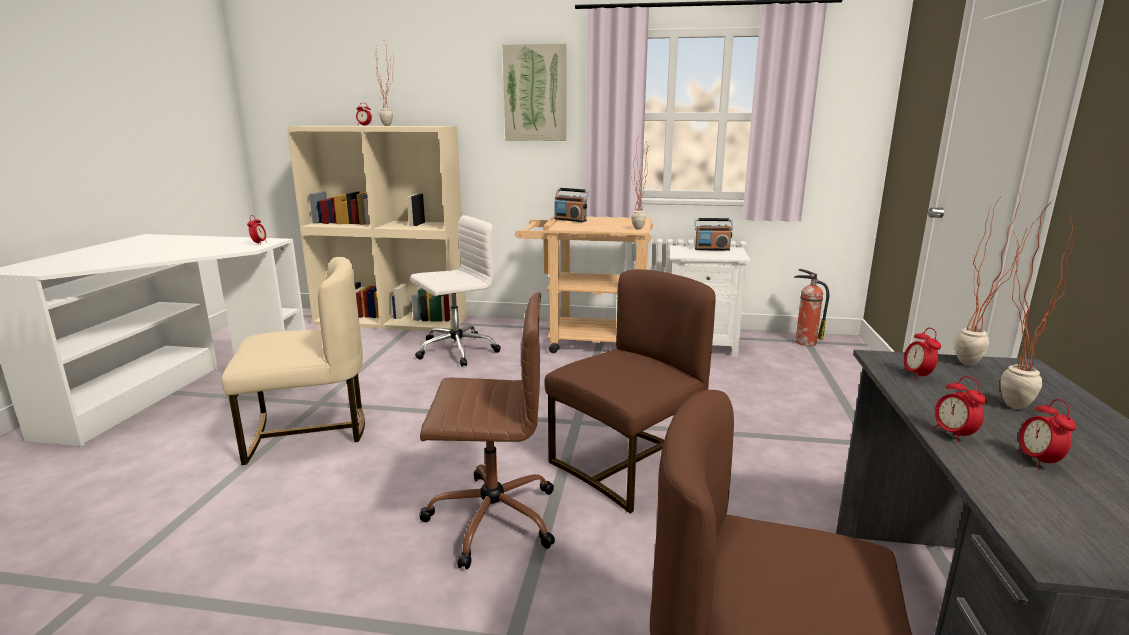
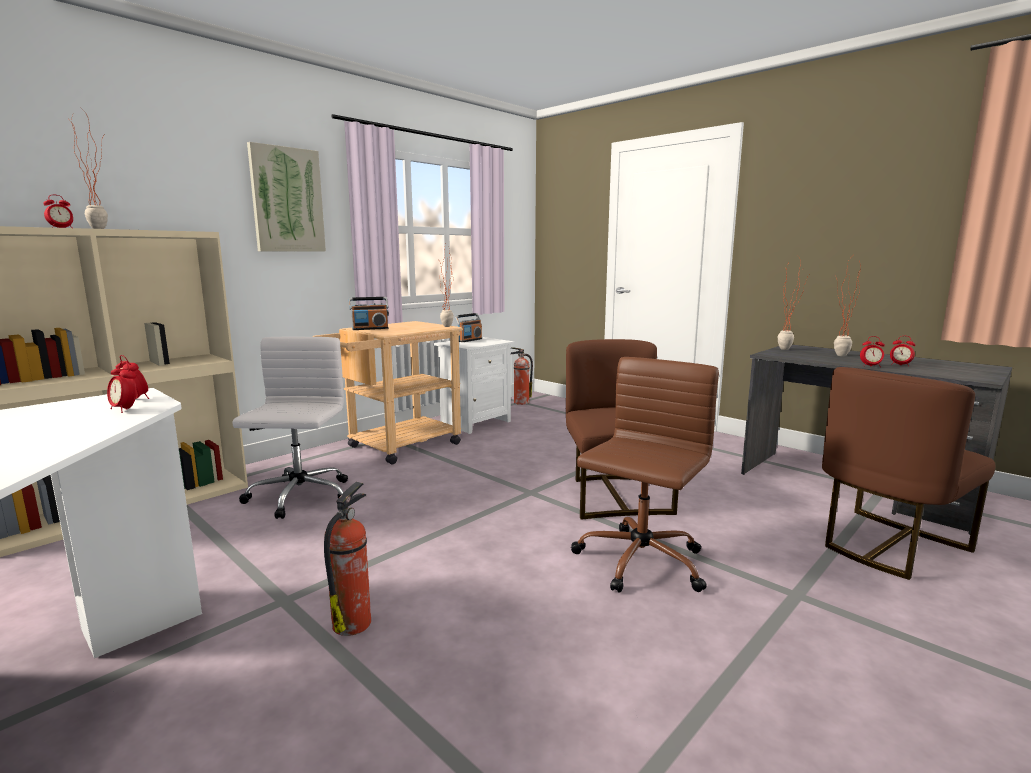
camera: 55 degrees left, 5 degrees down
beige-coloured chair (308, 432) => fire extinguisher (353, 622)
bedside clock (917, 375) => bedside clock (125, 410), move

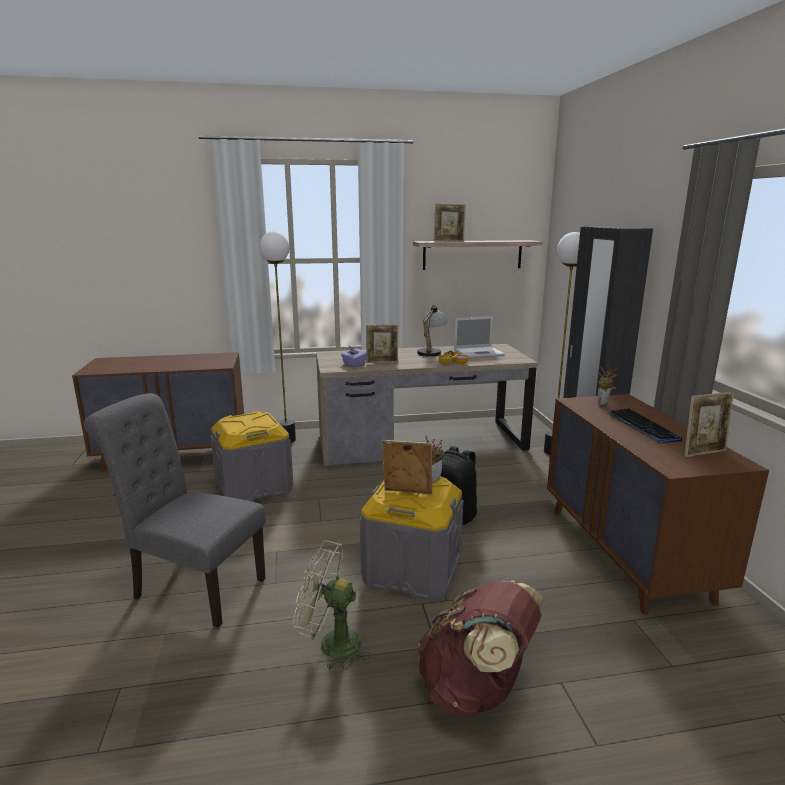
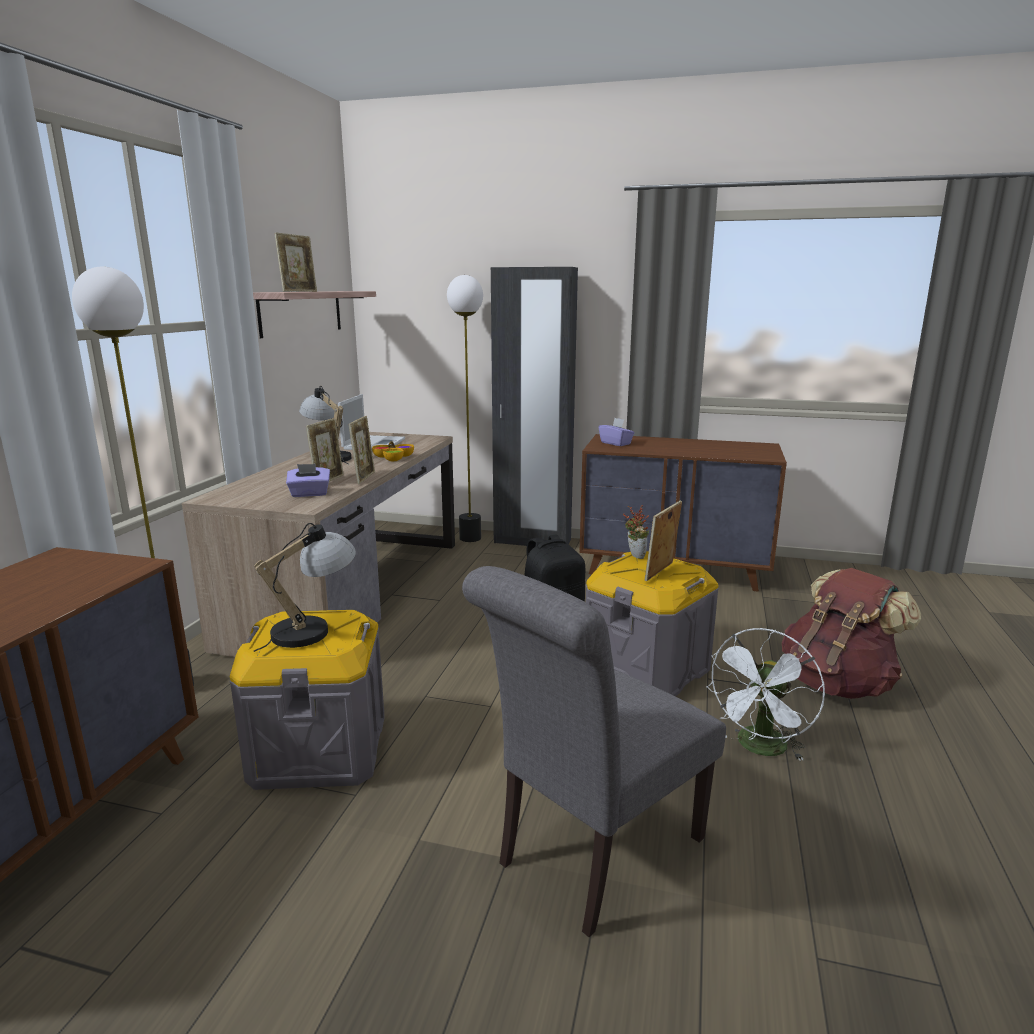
camera: 65 degrees left, 0 degrees up
plant in a pot (603, 404) => purplish tissue box (616, 443)
photo frame (703, 452) => photo frame (364, 478), move
PC keyboard (642, 427) => nothing
green-coloured cooling fan (331, 644) => white cooling fan (760, 749)
nothing => tabletop lamp (314, 628)

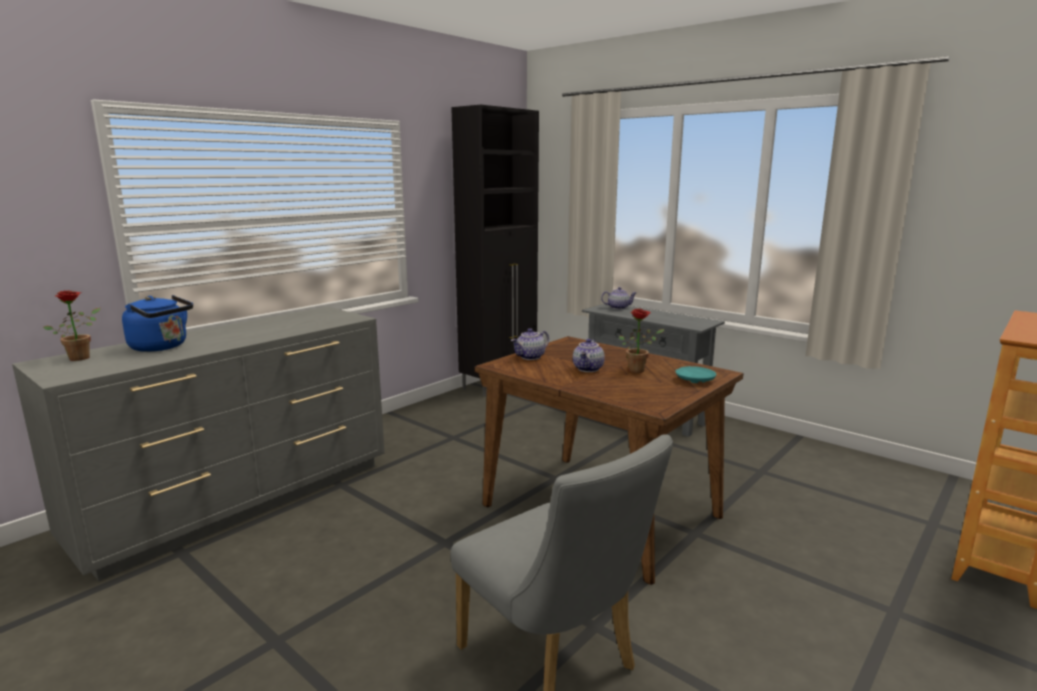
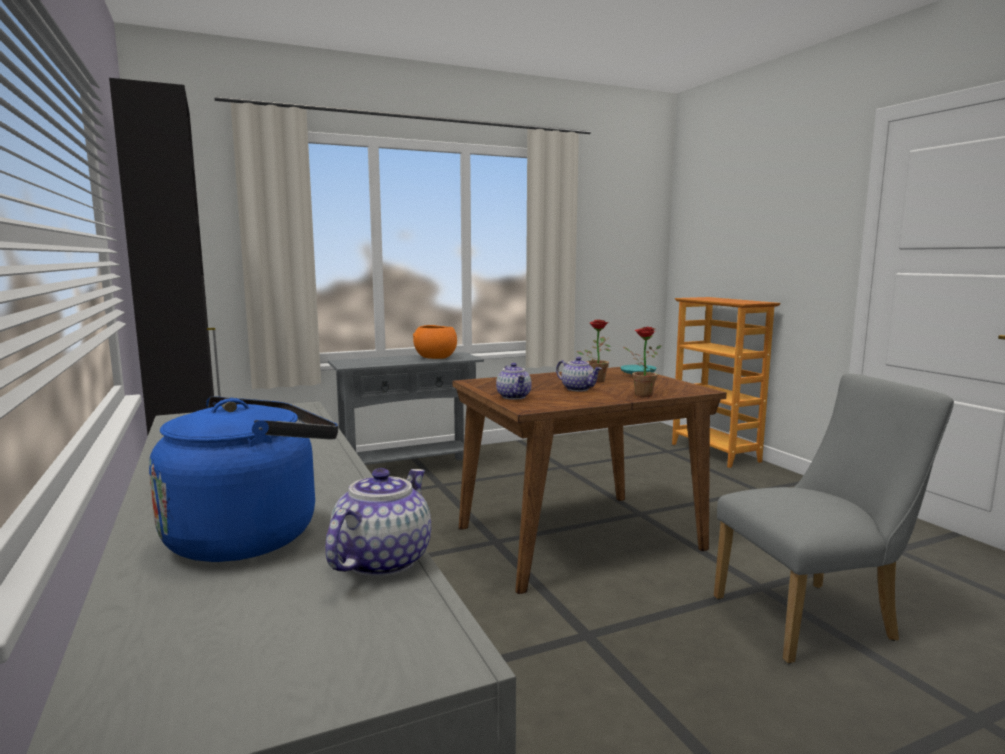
camera: 65 degrees left, 5 degrees down
pot for tea (618, 307) => pot for tea (381, 560), move
plant in a pot (82, 357) => plant in a pot (639, 394), move
nothing => orange deep dish (434, 358)

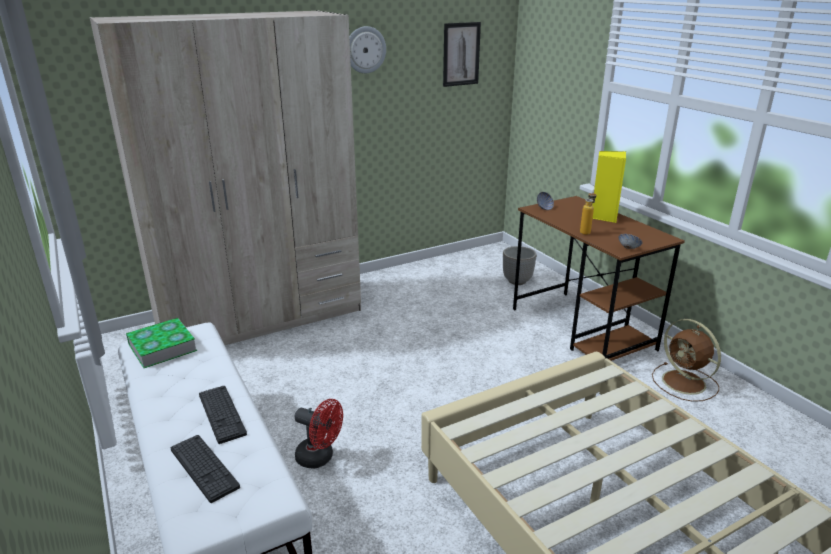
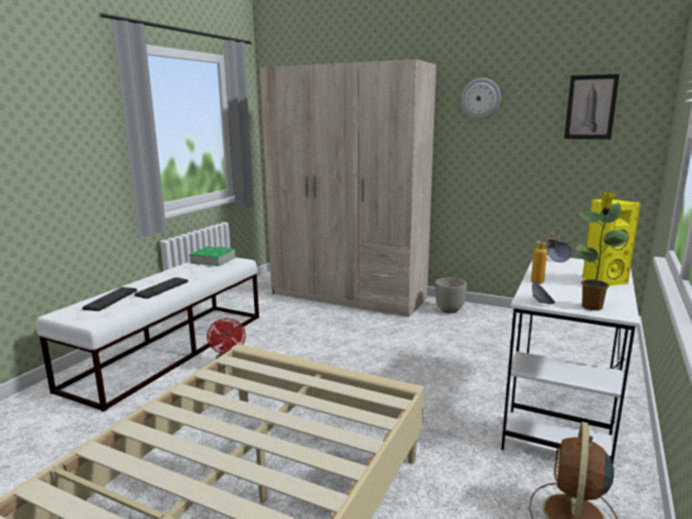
camera: 55 degrees right, 10 degrees down
brown desk table (582, 329) => white desk table (560, 415)
plant pot (517, 281) => plant pot (450, 310), move
nothing => plant in a pot (592, 307)

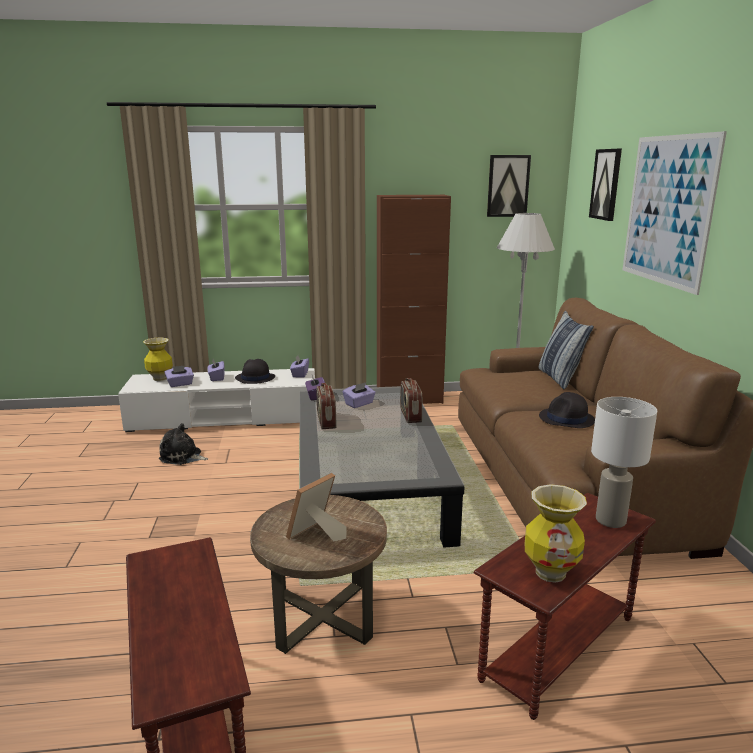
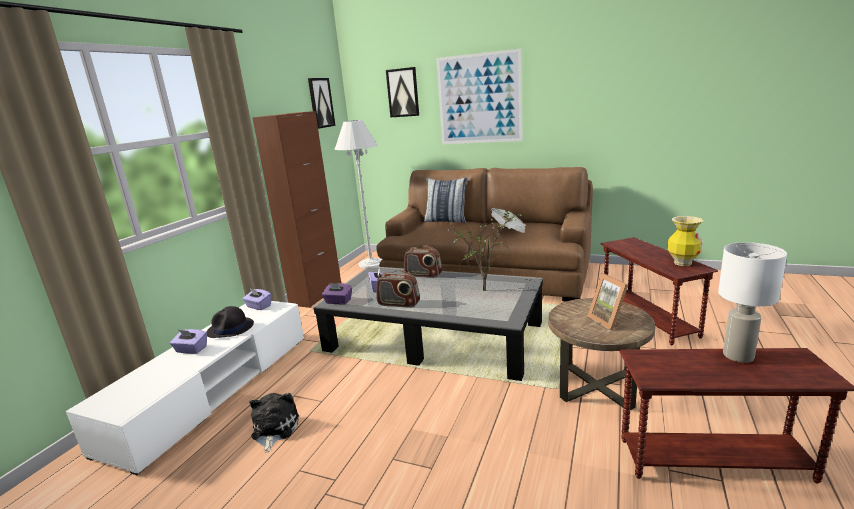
camera: 60 degrees left, 0 degrees up
vase (160, 378) => nothing
purplish tissue box (180, 384) => nothing
blackish wearable hat (566, 419) => newspaper (509, 229)
white tabletop lamp (609, 520) => white tabletop lamp (738, 356), move
soft toy (182, 457) => soft toy (274, 429), 135 degrees clockwise
nothing => plant in a pot (487, 289)

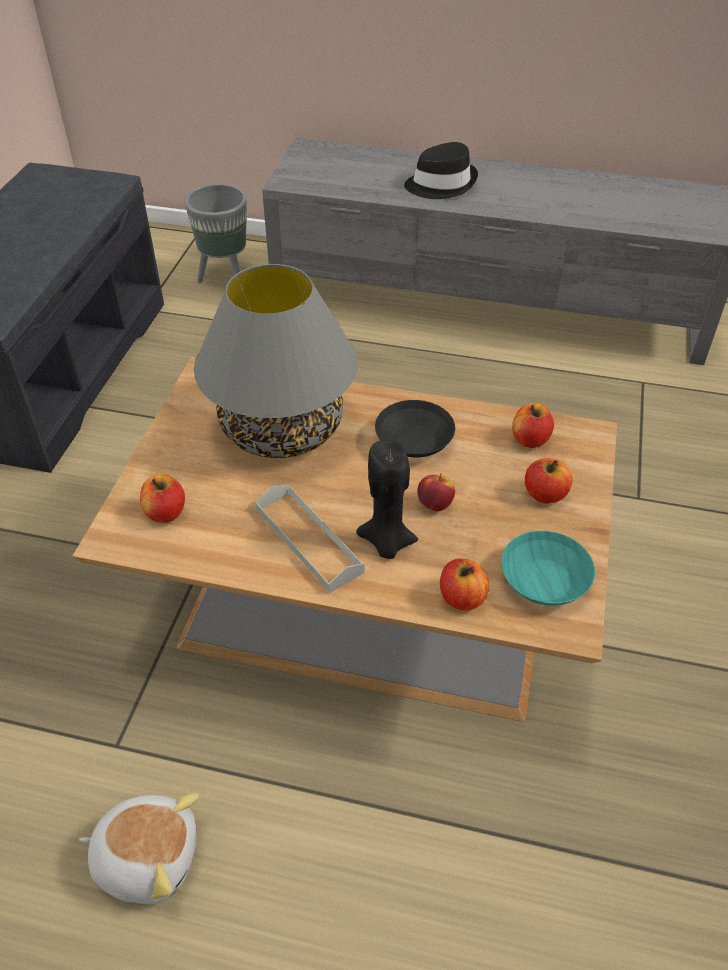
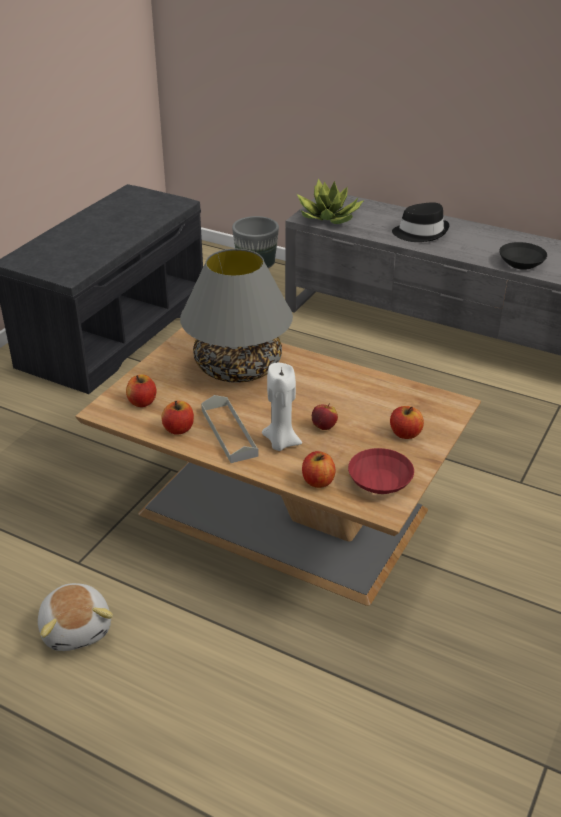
camera: 15 degrees right, 10 degrees down
blackish deep dish (413, 442) => blackish deep dish (520, 264), move
apple fruit (530, 439) => apple fruit (179, 429), move
blackish wax light (386, 543) => white wax light (281, 443)
turquoise-coloured deep dish (543, 579) => reddish deep dish (379, 480)
soft toy (148, 856) => soft toy (77, 628), 45 degrees clockwise
nothing => plant in a pot (328, 218)

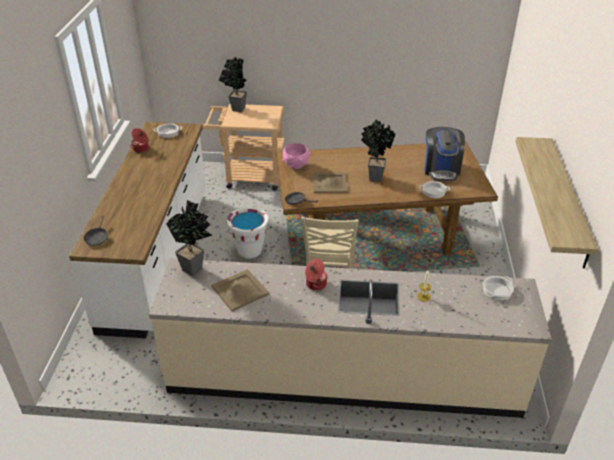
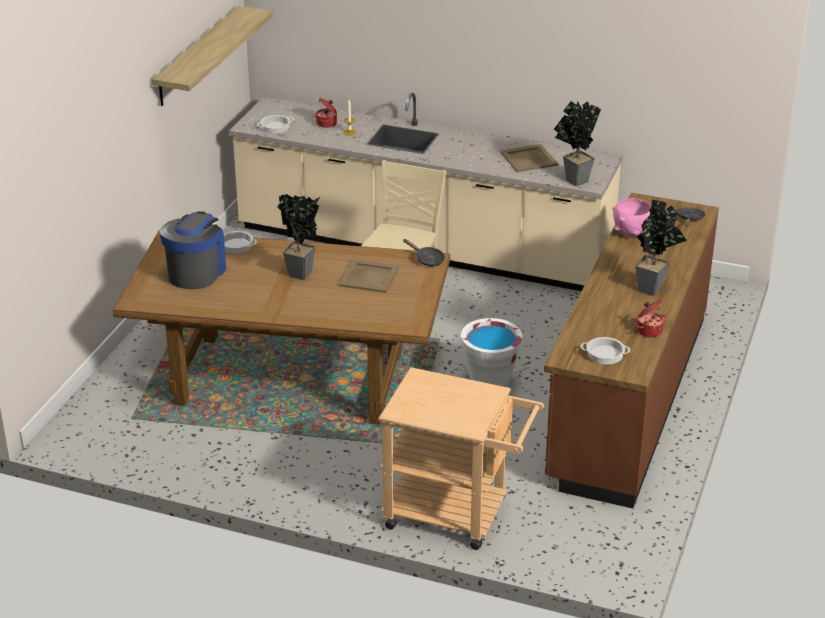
camera: 165 degrees left, 5 degrees down
plant in a pot (236, 110) => plant in a pot (653, 288), move
white kitchen counter (159, 256) => brown kitchen counter (627, 397)
pink-coloured deep dish (296, 166) => pink-coloured deep dish (631, 233), move
cooking pot (315, 284) => cooking pot (327, 123), move

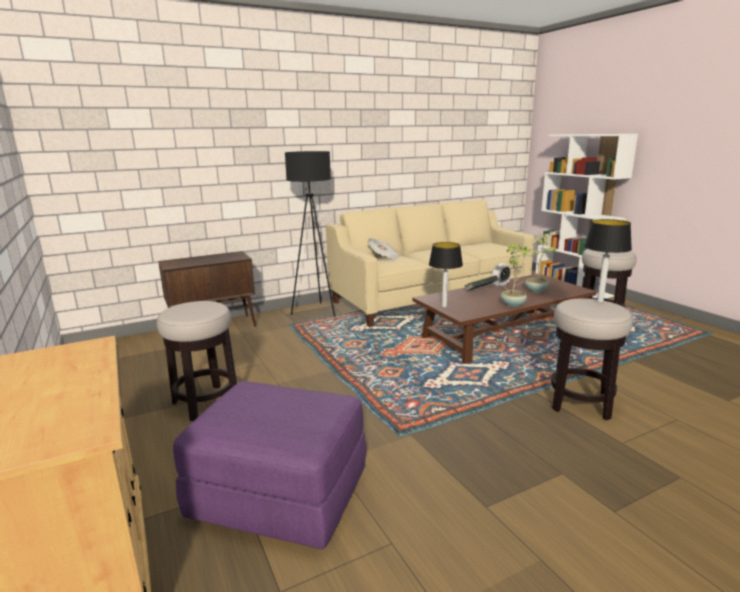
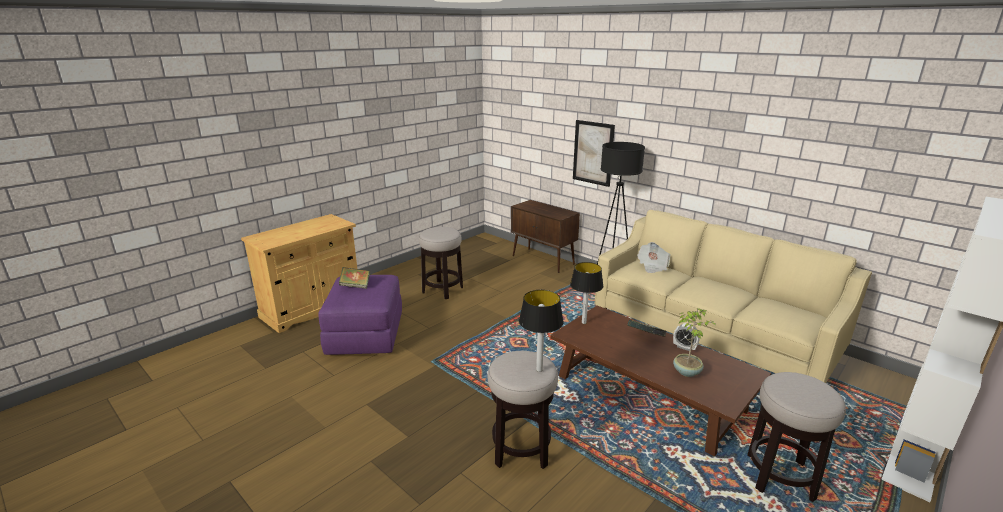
camera: 70 degrees right, 5 degrees up
plant in a pot (513, 304) => nothing
nothing => picture (593, 153)
nothing => volume (355, 286)

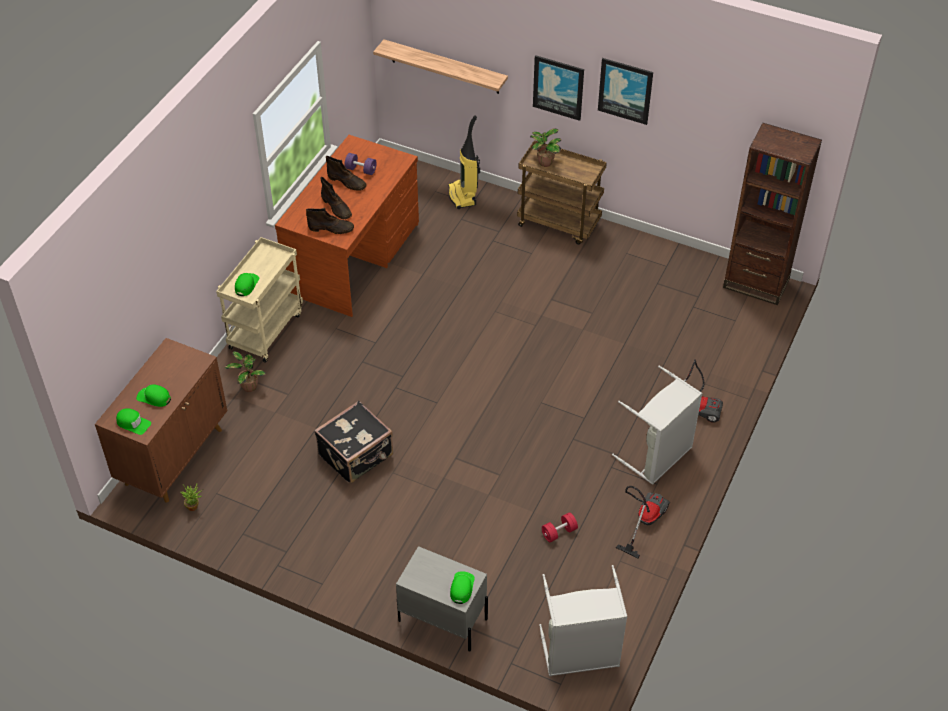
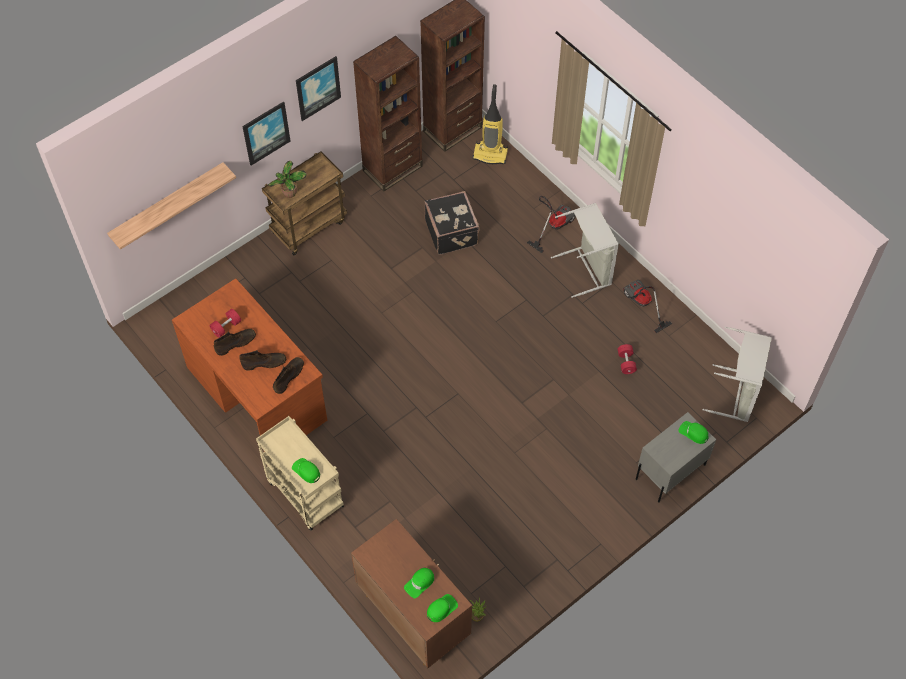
camera: 65 degrees left, 10 degrees up
hoover (463, 196) => hoover (490, 154), move
purplish hand weight (361, 170) => reddish hand weight (226, 327)
plant in a pot (248, 386) => nothing
blackish travel case (357, 456) => blackish travel case (452, 232), move
nothing => brown bookcase (392, 168)

